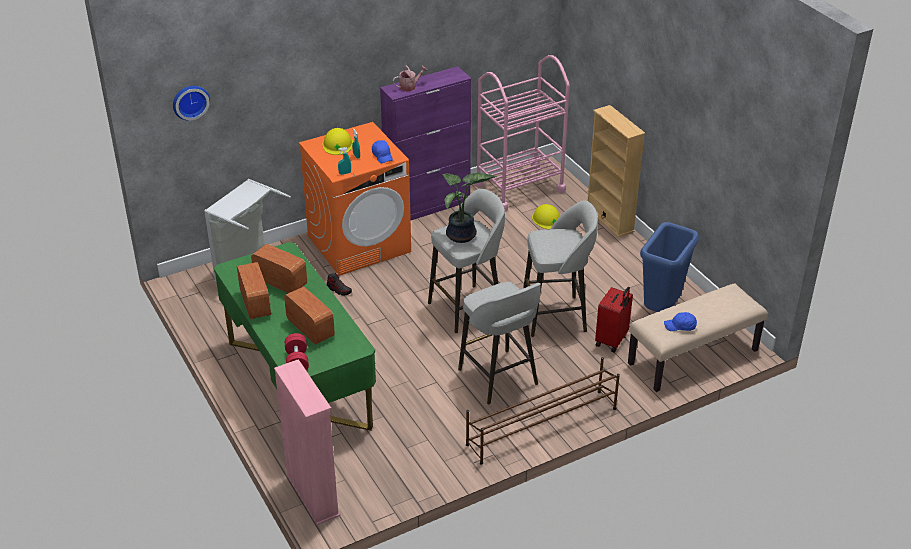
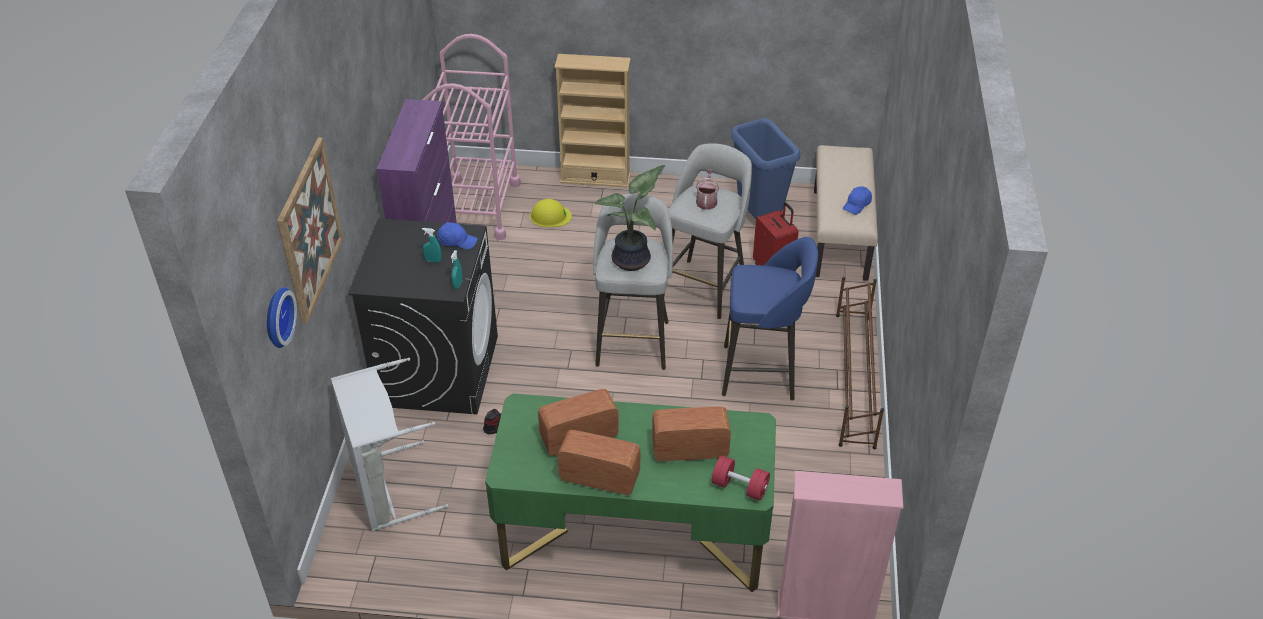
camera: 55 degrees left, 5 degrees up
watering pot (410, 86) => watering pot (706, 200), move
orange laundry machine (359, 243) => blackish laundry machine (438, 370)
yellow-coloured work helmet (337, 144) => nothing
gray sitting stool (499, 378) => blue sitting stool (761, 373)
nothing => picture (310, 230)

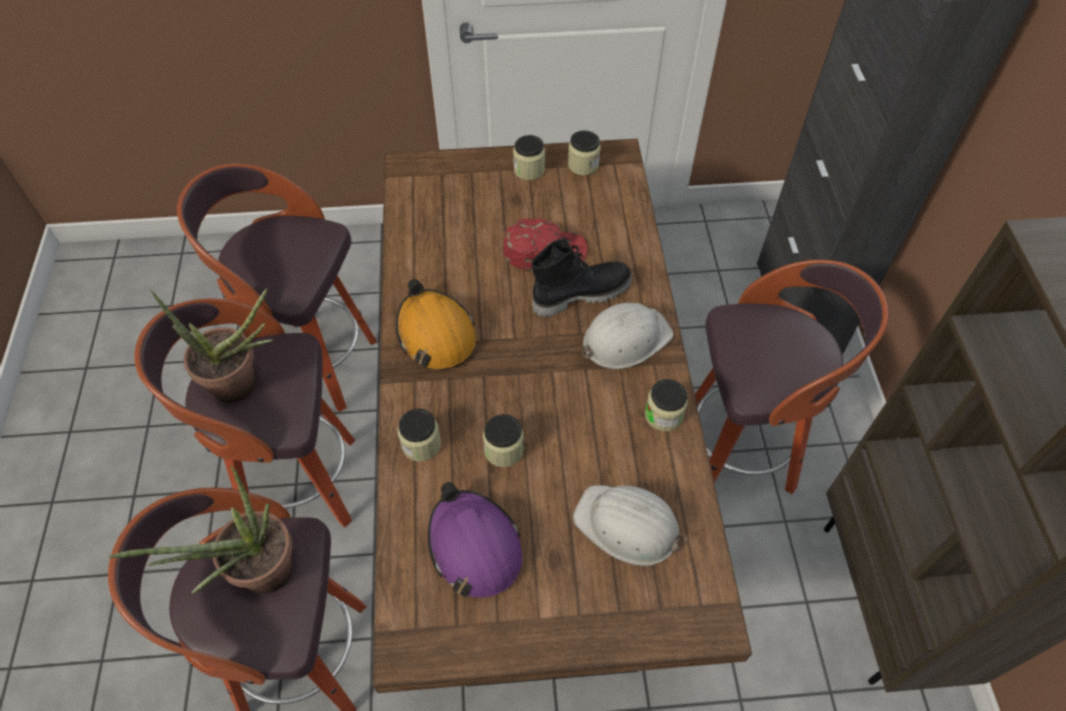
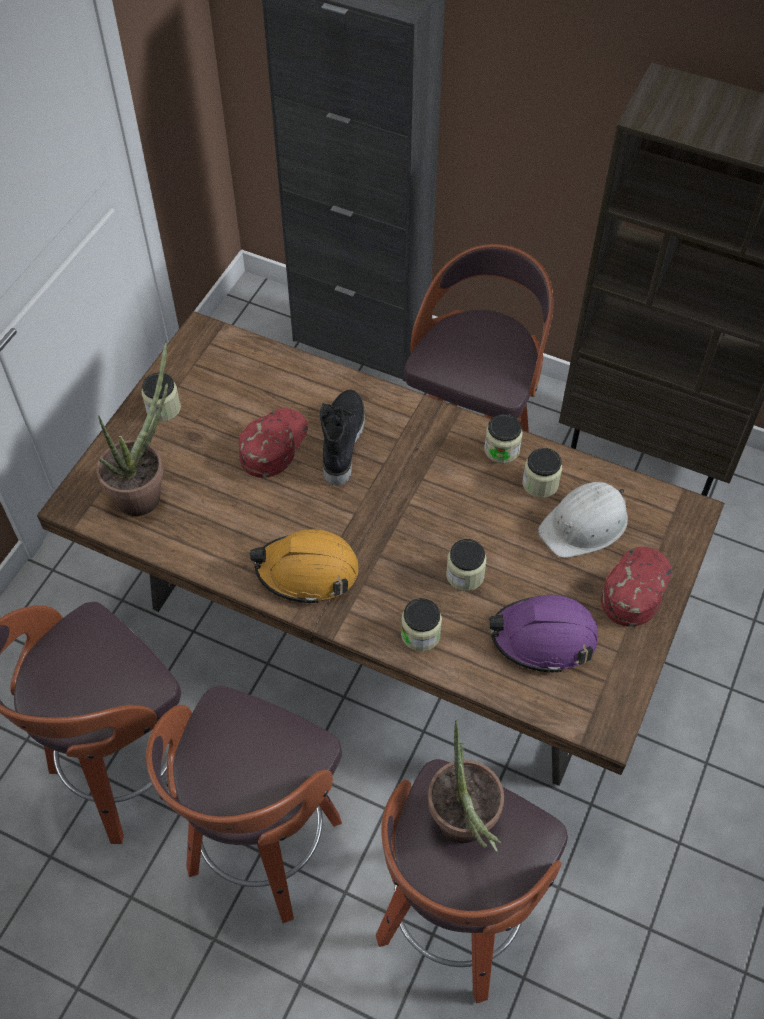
camera: 60 degrees left, 0 degrees up
jar (583, 165) => jar (540, 483), move
plant in a pot (244, 385) => plant in a pot (146, 491), move
white work helmet (625, 339) => nothing
nothing => reddish peaked cap (634, 587)

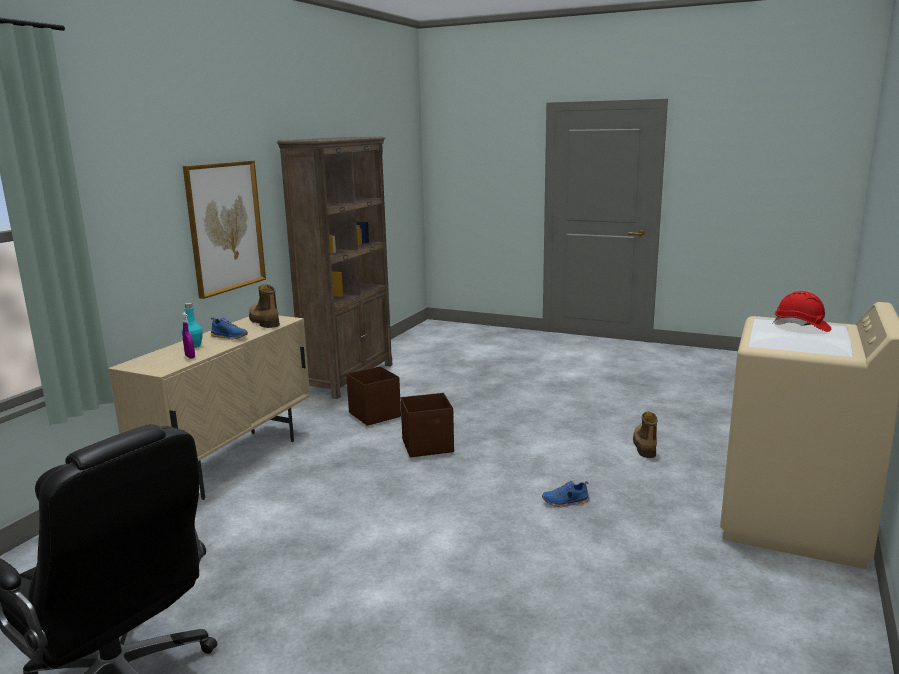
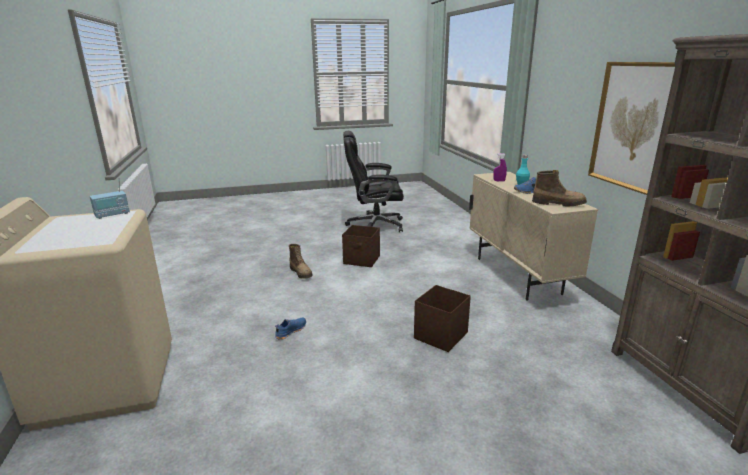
camera: 140 degrees right, 5 degrees up
reddish work helmet (801, 327) => nothing
brown storage bin (374, 414) => brown storage bin (362, 260), move
boot (644, 446) => boot (301, 273), move
nothing => radio set (112, 215)

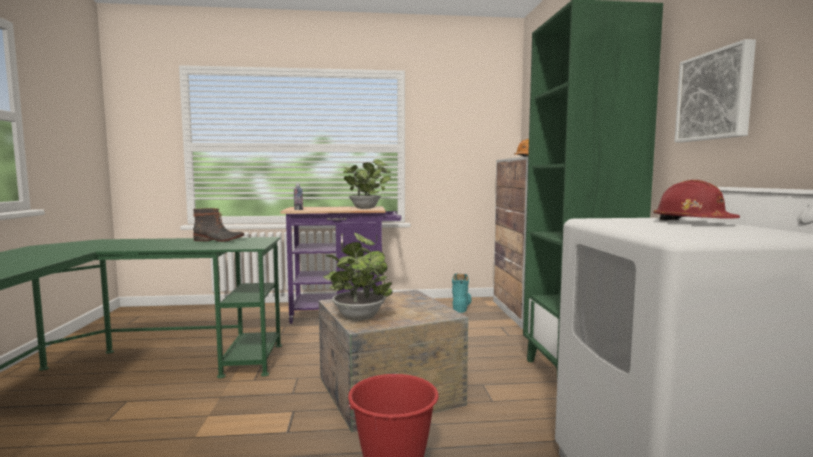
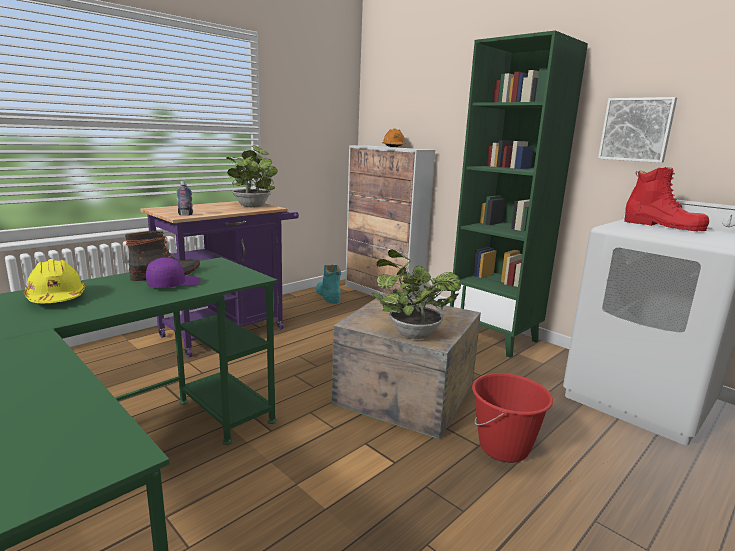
camera: 40 degrees left, 10 degrees up
reddish work helmet (692, 222) => reddish boot (663, 226)
nothing => purplish peaked cap (174, 284)
nothing => yellow-coloured work helmet (56, 298)

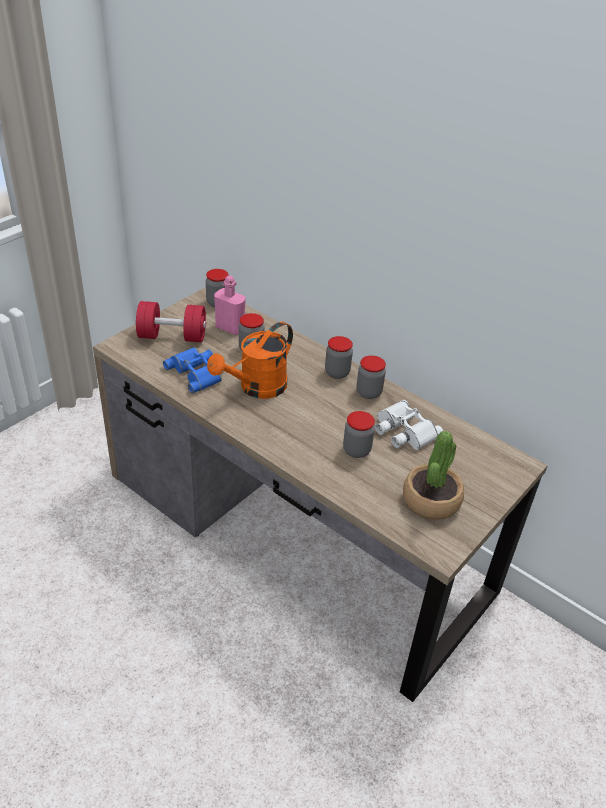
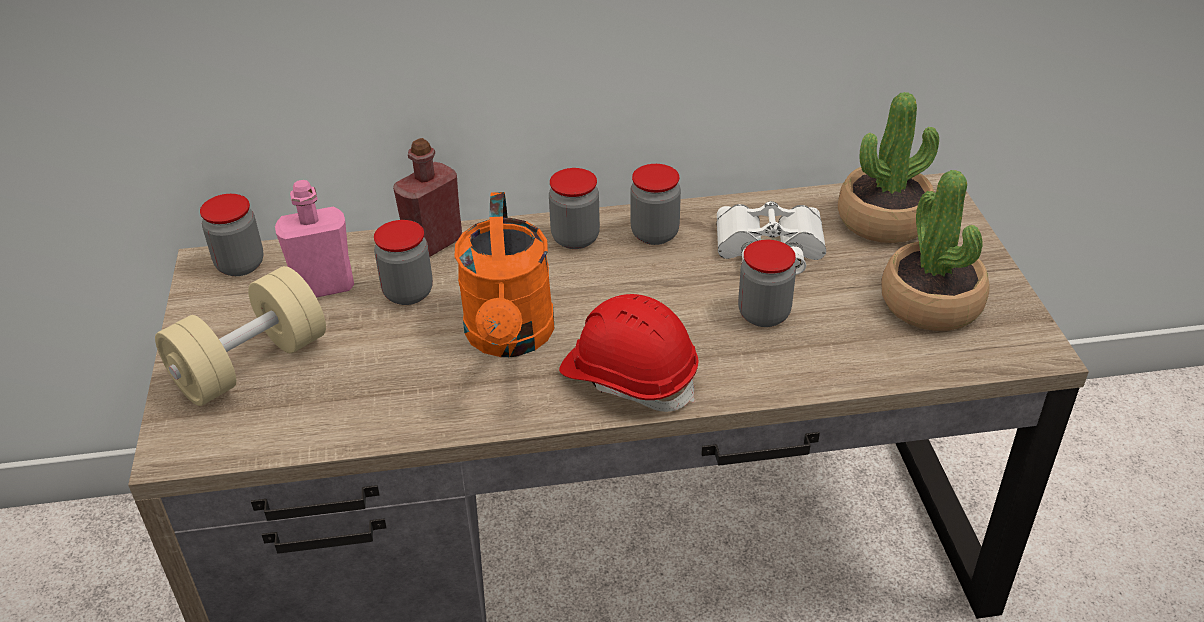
camera: 45 degrees left, 0 degrees up
reddish hand weight (172, 336) => beige-coloured hand weight (251, 364)
blue binoculars (198, 372) => nothing
nothing => plant in a pot (883, 220)
nothing => reddish beverage bottle (433, 243)
nothing => reddish work helmet (629, 377)

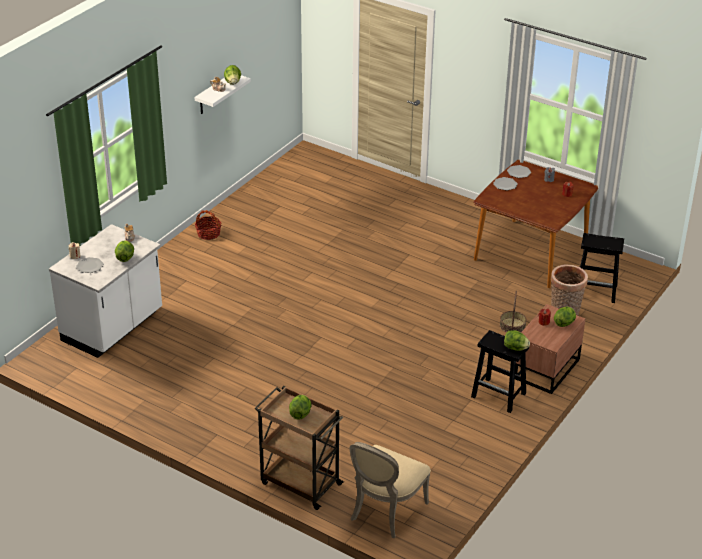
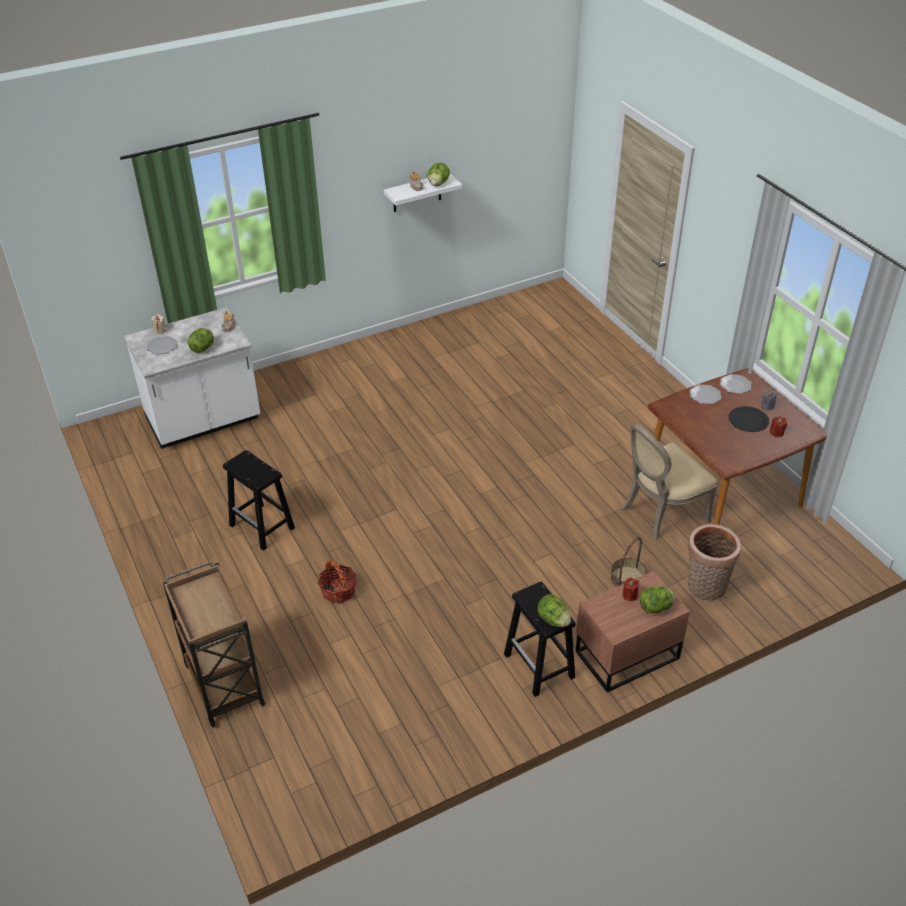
camera: 30 degrees right, 5 degrees up
household basket (208, 233) => household basket (338, 590), move
blackish sitting stool (596, 291) => blackish sitting stool (263, 527), move
lettuce (300, 414) => nothing
beige-coloured chair (385, 512) => beige-coloured chair (660, 514), move
nothing => blackish dinner plate (748, 420)

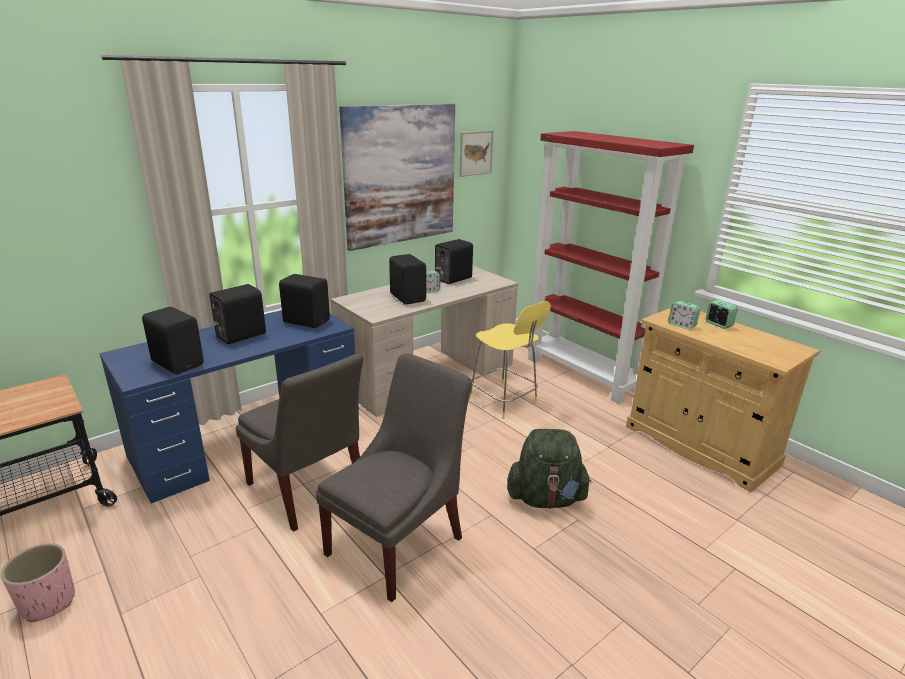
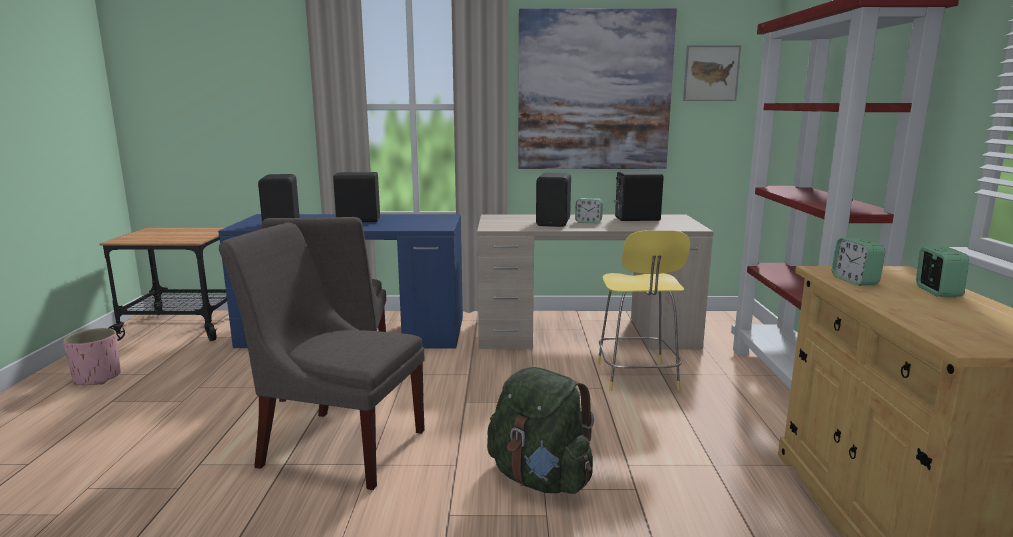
camera: 40 degrees right, 10 degrees down
blackish speaker (306, 321) => nothing
gray chair (399, 542) => gray chair (337, 446), 150 degrees counterclockwise

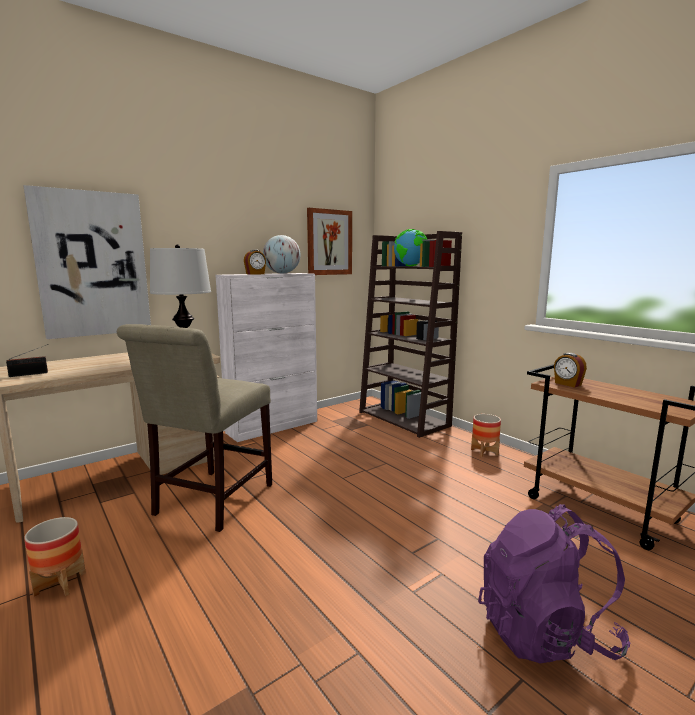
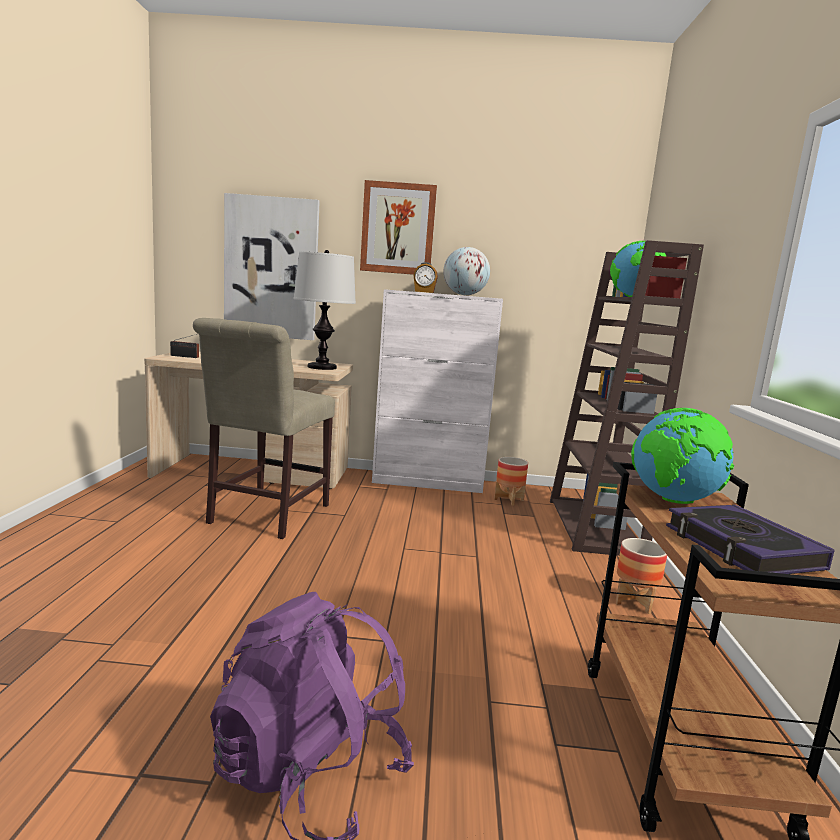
camera: 40 degrees right, 0 degrees up
picture (329, 242) => picture (398, 229), move
beige-coloured chair (210, 502) => beige-coloured chair (265, 516), 45 degrees counterclockwise
bedside clock (567, 384) => desk globe (673, 501)
plant pot (60, 584) => plant pot (508, 500), move
nothing => volume (741, 548)

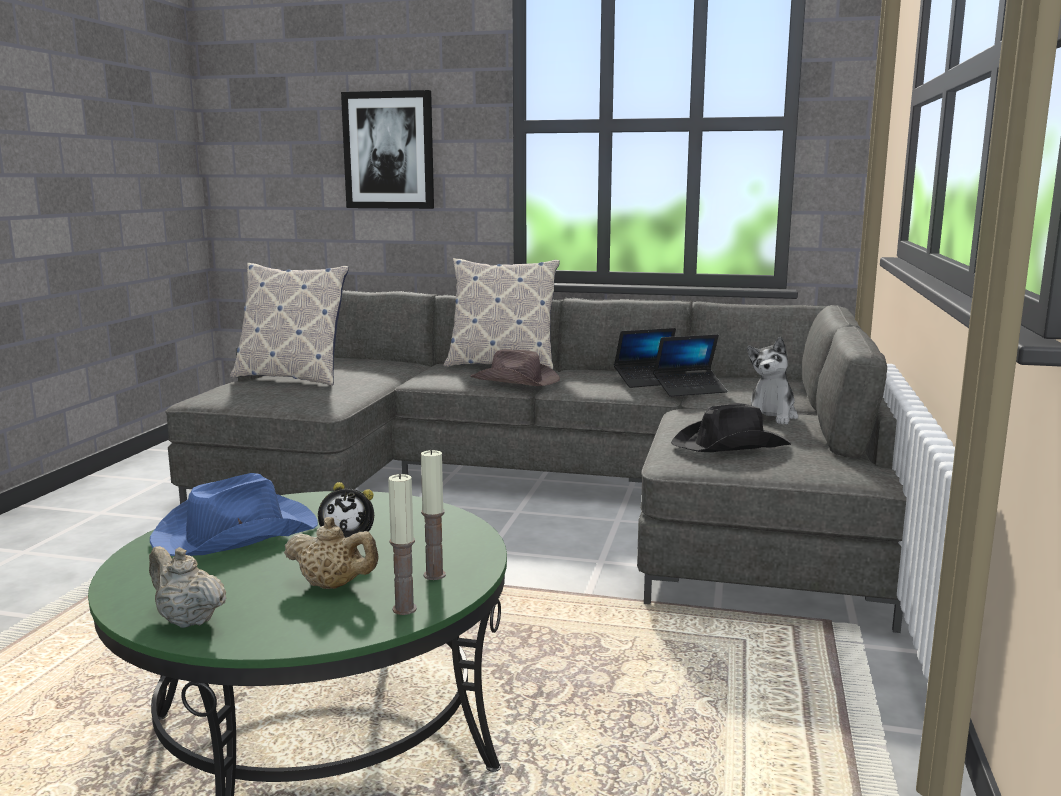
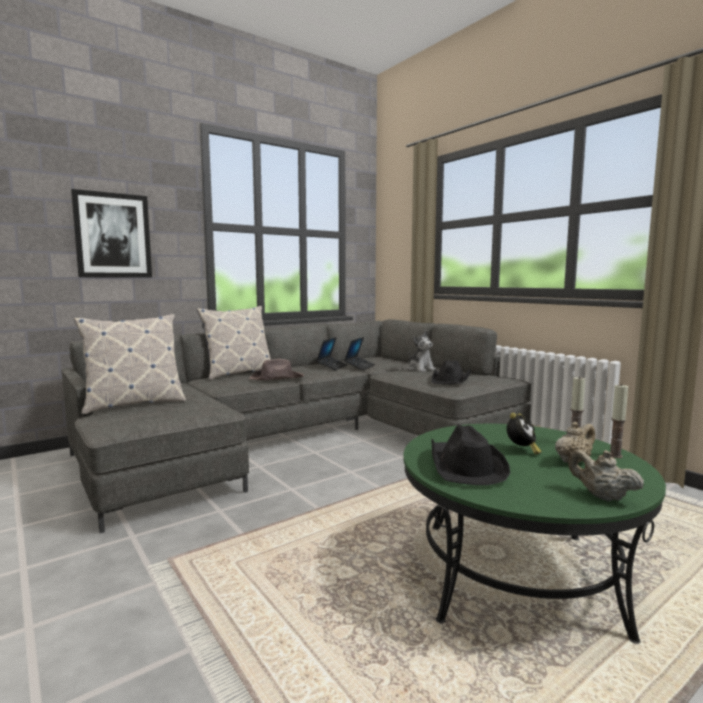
camera: 50 degrees left, 5 degrees down
blue wearable hat (233, 533) => blackish wearable hat (465, 466)
beige-coloured pot for tea (187, 620) => beige-coloured pot for tea (602, 496), 60 degrees clockwise

